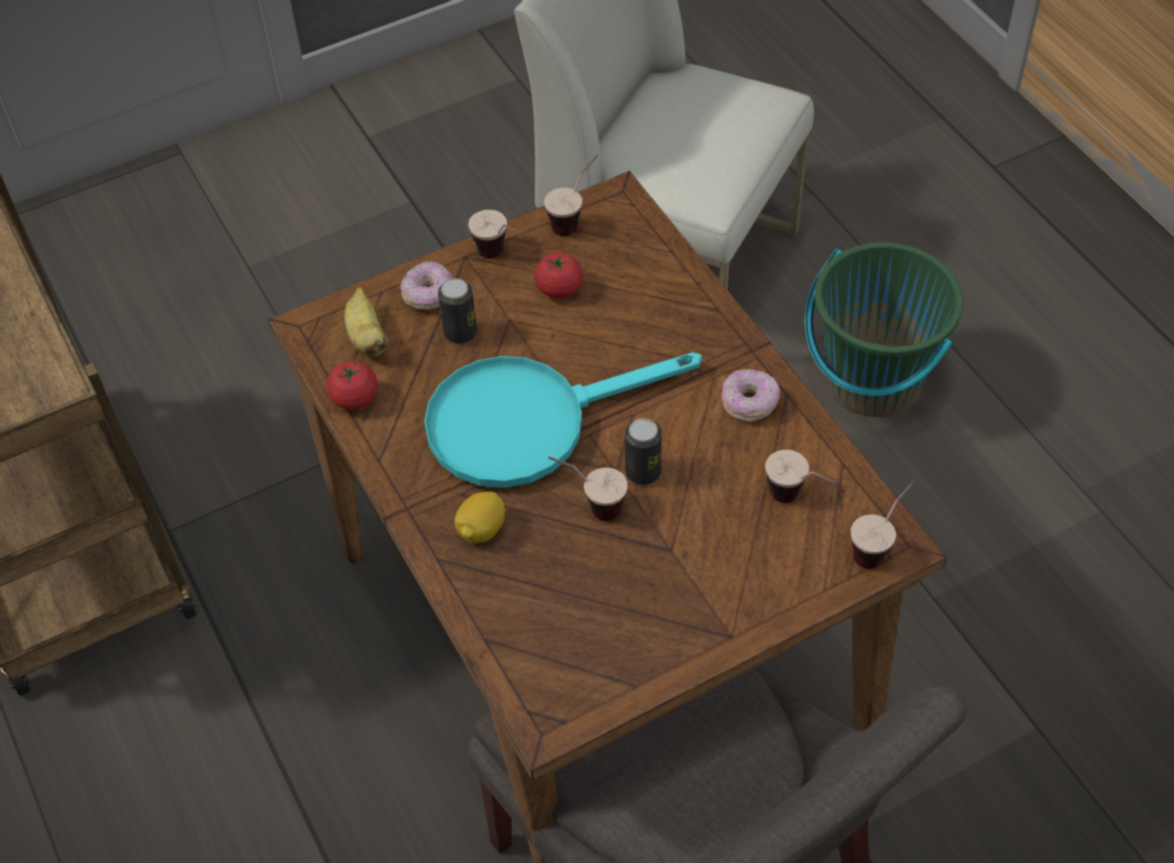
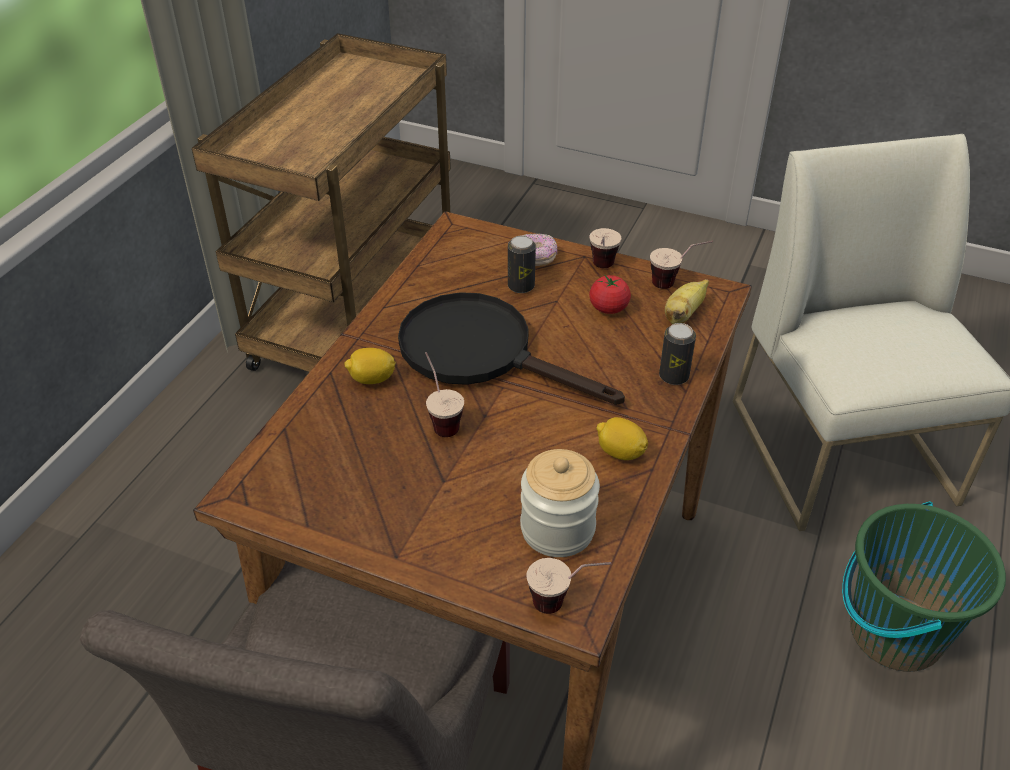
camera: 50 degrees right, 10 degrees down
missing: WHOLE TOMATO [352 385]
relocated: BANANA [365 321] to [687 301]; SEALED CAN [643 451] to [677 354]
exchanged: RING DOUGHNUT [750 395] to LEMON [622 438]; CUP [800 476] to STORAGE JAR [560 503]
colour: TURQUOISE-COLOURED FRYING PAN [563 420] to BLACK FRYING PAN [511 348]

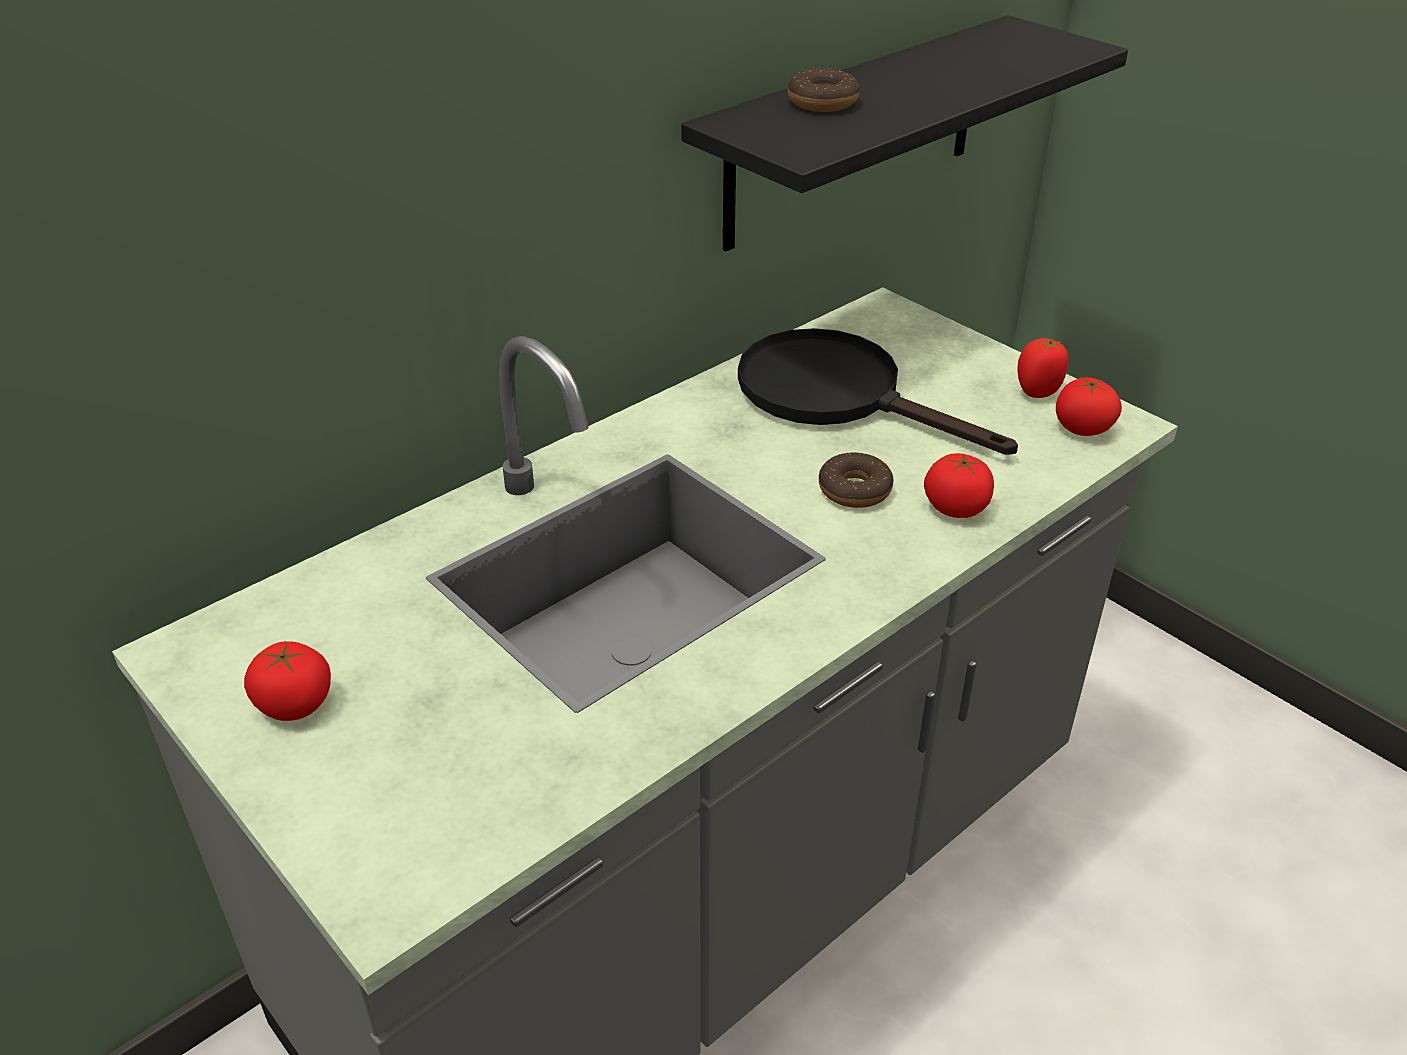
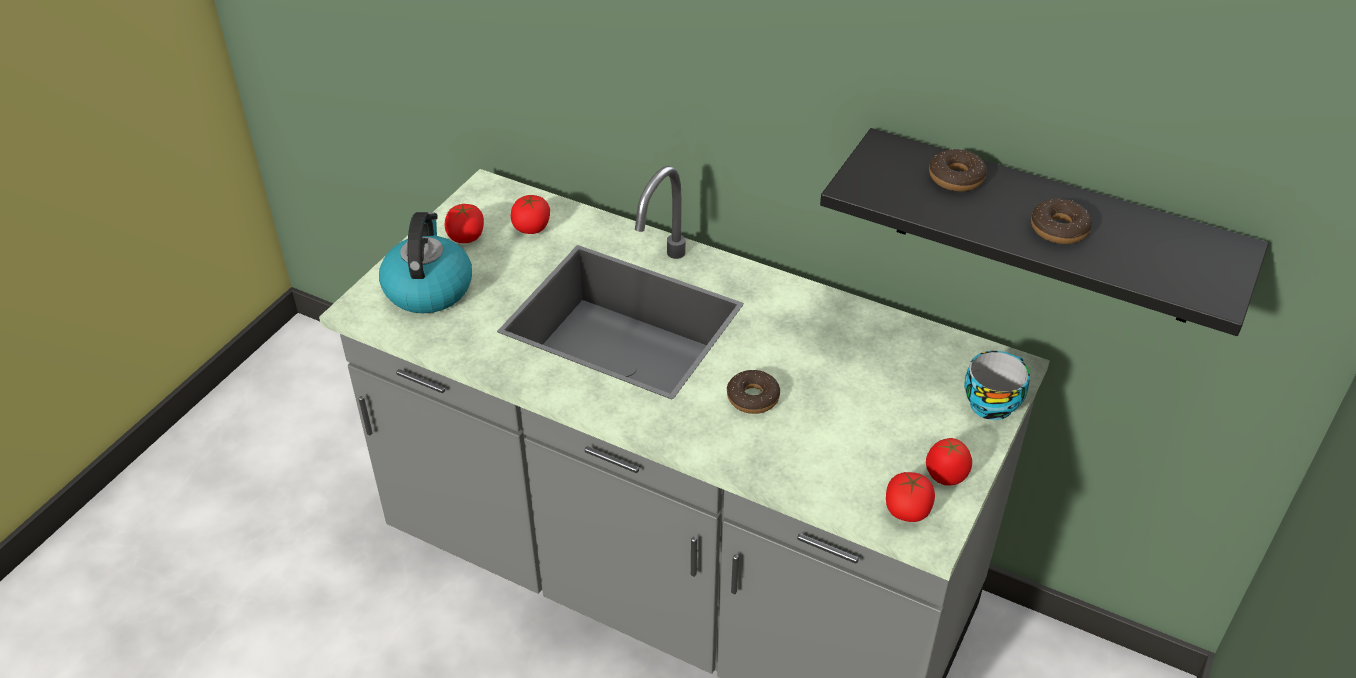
camera: 70 degrees right, 5 degrees up
missing: BLACK FRYING PAN [878 391]
appeared: WATER KETTLE [425 262]; CUP [997 385]; RING DOUGHNUT [1061 221]
relocated: WHOLE TOMATO [959 485] to [530 214]

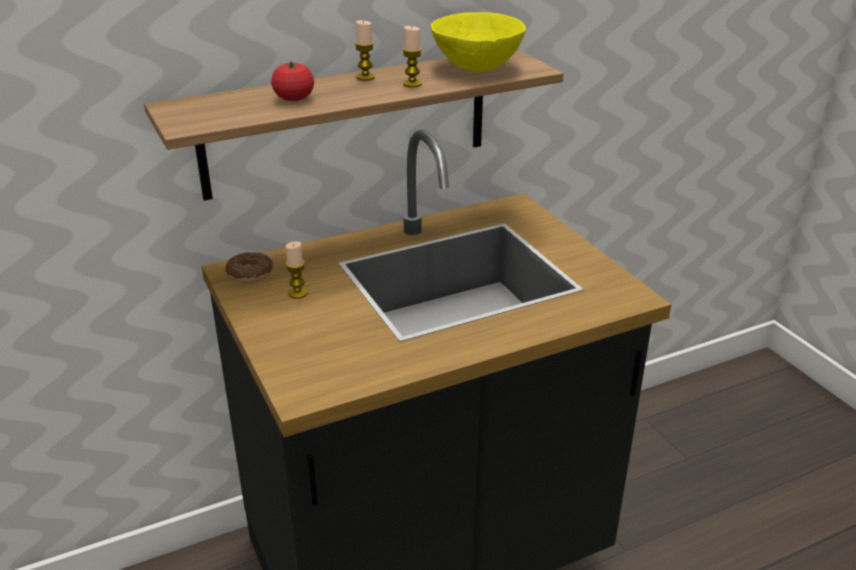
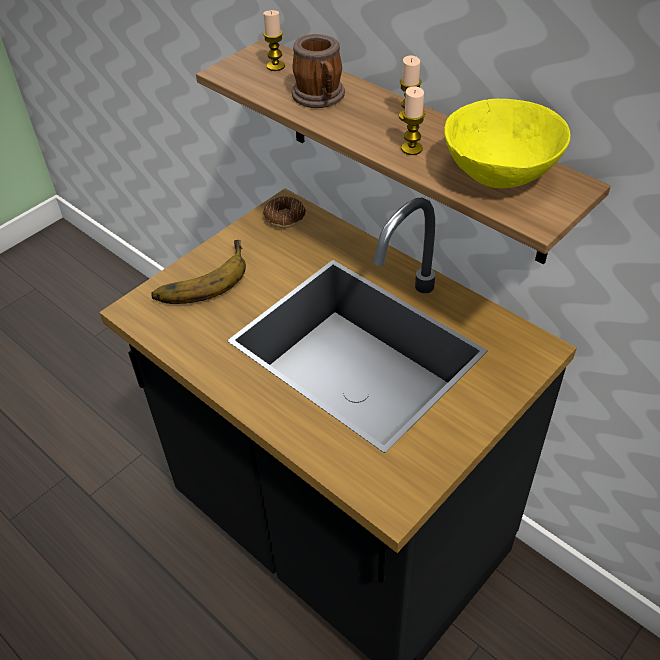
camera: 70 degrees right, 15 degrees up
appeared: BANANA [198 272]
relocated: WAX LIGHT [296 270] to [274 40]
exchanged: WHOLE TOMATO [292 81] to MUG [318 71]

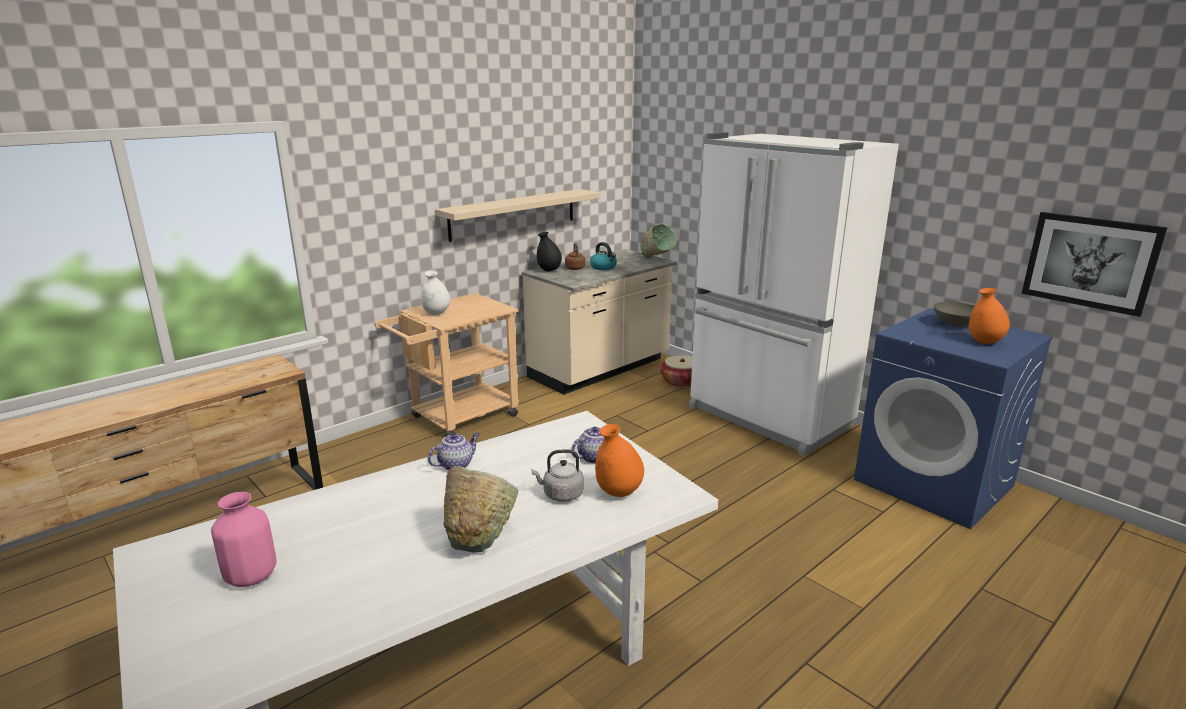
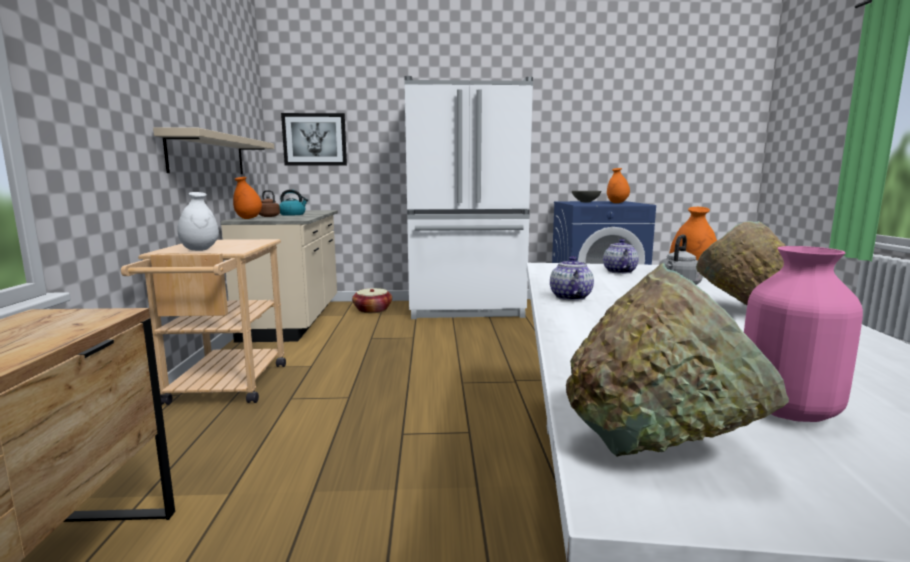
camera: 50 degrees left, 10 degrees down
relocated: GREEN SERVING BOWL [659 240] to [677 360]; WALL ART [1095 264] to [314 139]
colour: BLACK DECORATIVE VASE [549 252] to ORANGE DECORATIVE VASE [247 198]

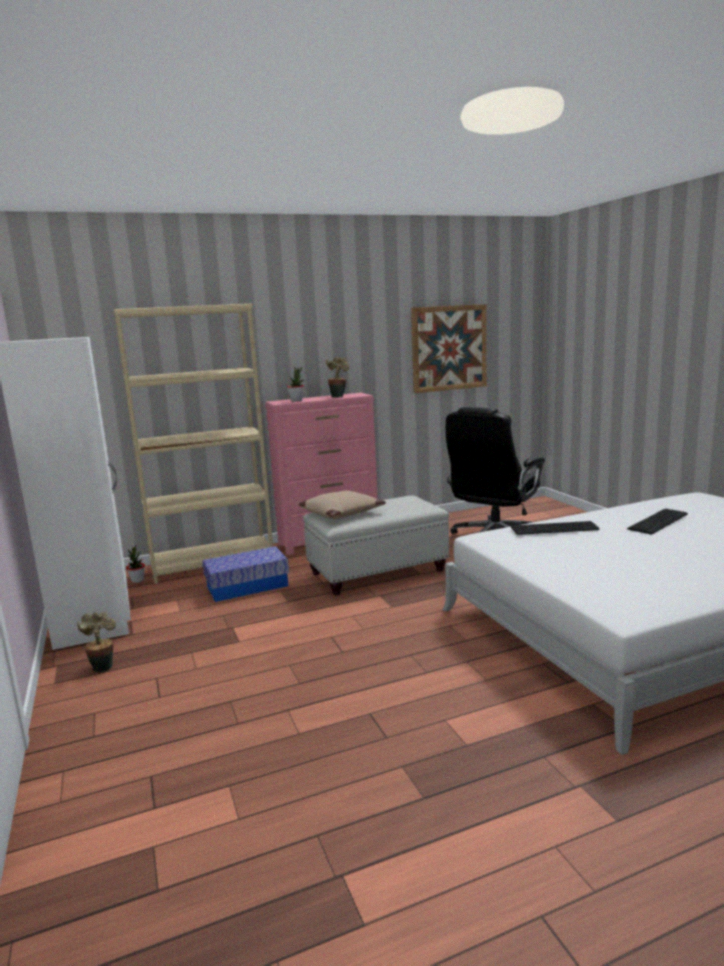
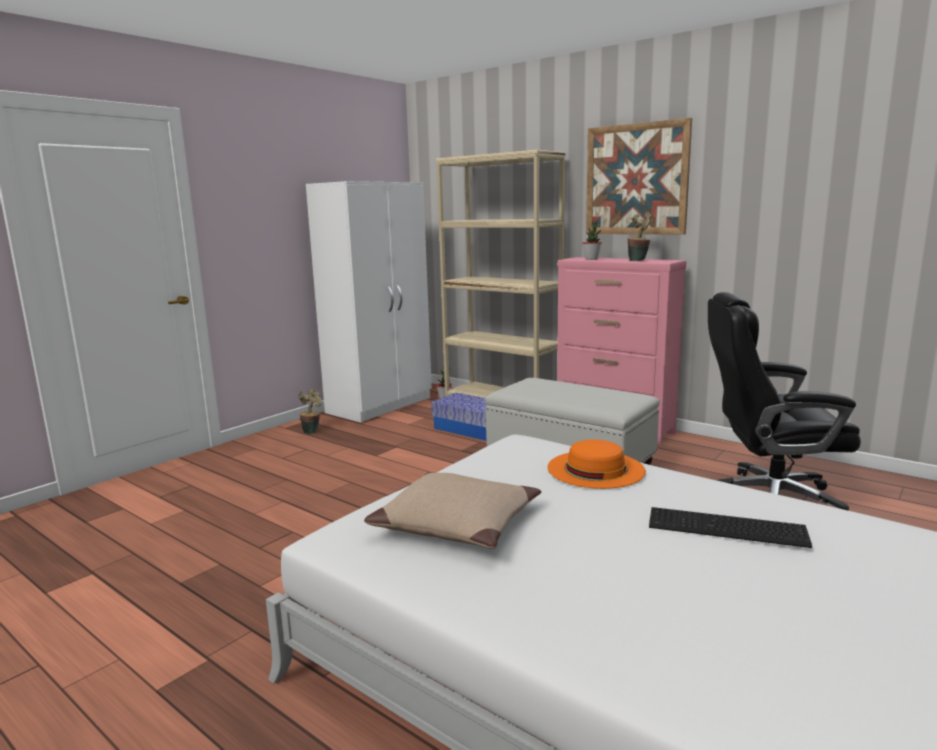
camera: 60 degrees right, 0 degrees up
relocated: BEIGE-COLOURED THROW PILLOW [342 505] to [452 510]; WALL ART [449 348] to [639 176]
exchanged: KEYBOARD [555 528] to ORANGE HAT [597 464]

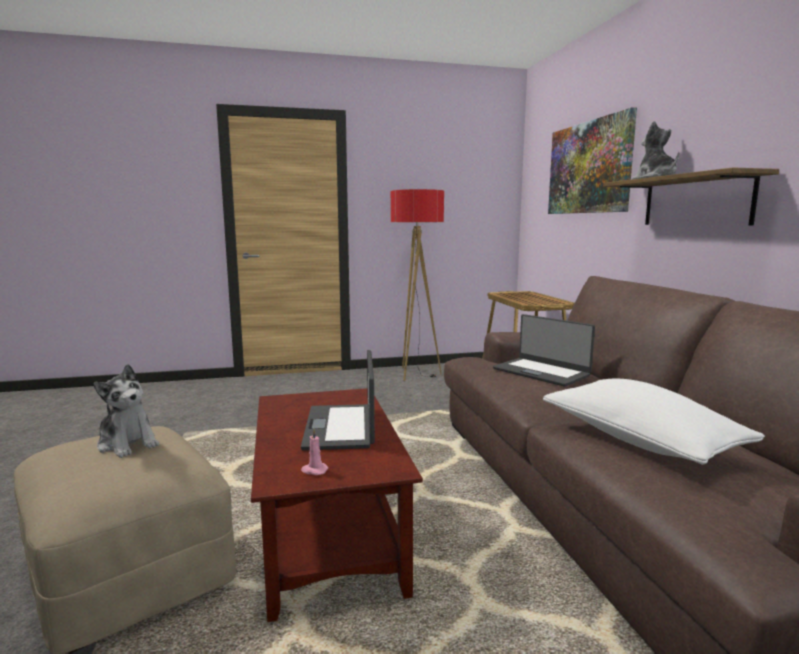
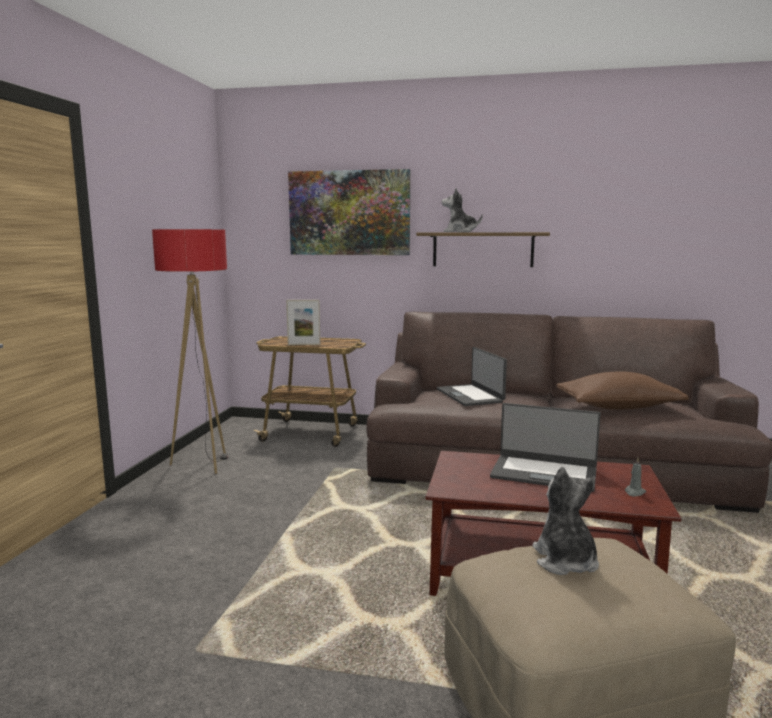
camera: 65 degrees left, 0 degrees up
appeared: PICTURE FRAME [303 322]
colour: PINKISH WAX LIGHT [315 452] to GREY WAX LIGHT [635 477]; WHITE-COLOURED THROW PILLOW [654 422] to BROWN THROW PILLOW [622 390]
spun: PLUSH TOY [126 411] = [565 521] 75 degrees counterclockwise; LAPTOP [544 350] = [472 376] 90 degrees clockwise

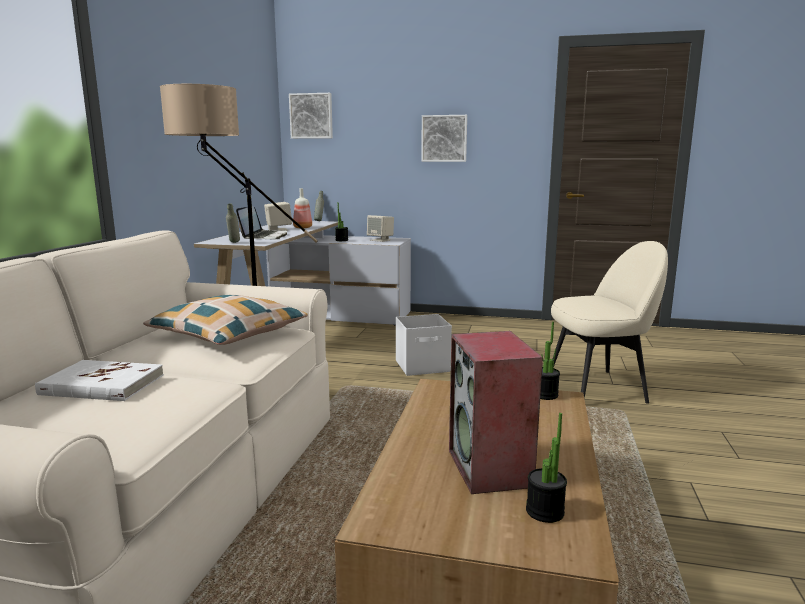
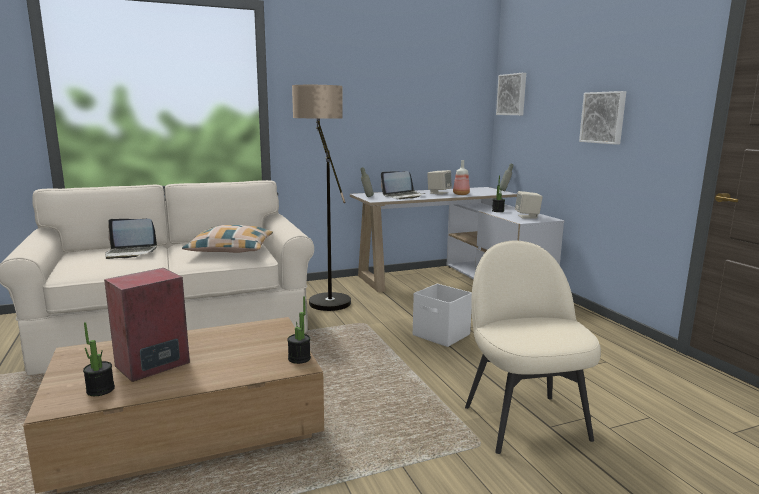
camera: 55 degrees right, 0 degrees up
exchanged: WHITE-COLOURED VOLUME [99 380] to LAPTOP [131 239]
spun: BEIGE-COLOURED UPRIGHT CHAIR [609 322] = [533 347] 150 degrees counterclockwise

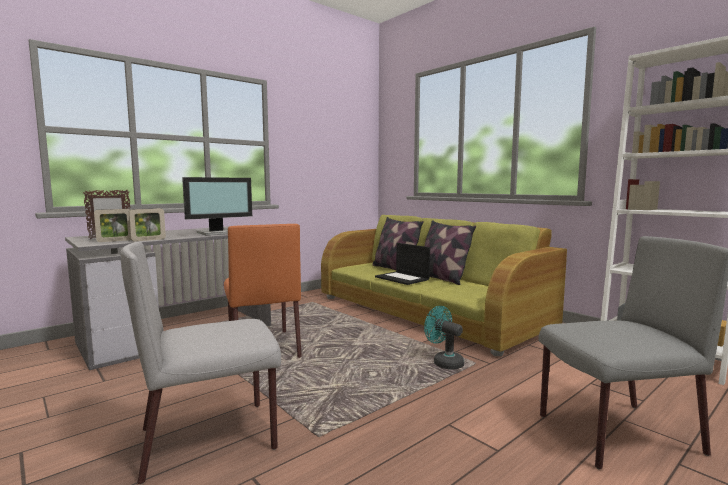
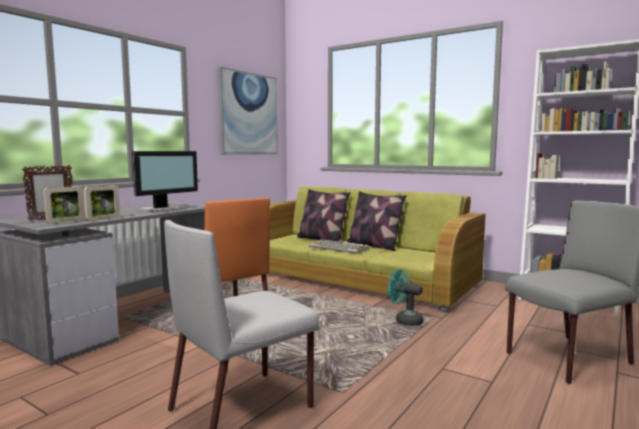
camera: 15 degrees left, 0 degrees up
appeared: WALL ART [248 111]
exchanged: LAPTOP [402 264] to KEYBOARD [339 246]

